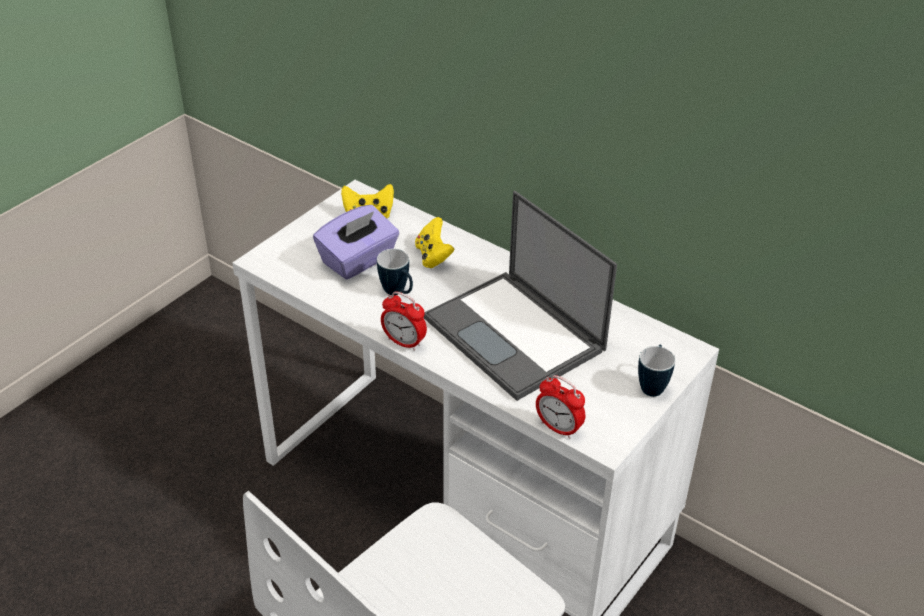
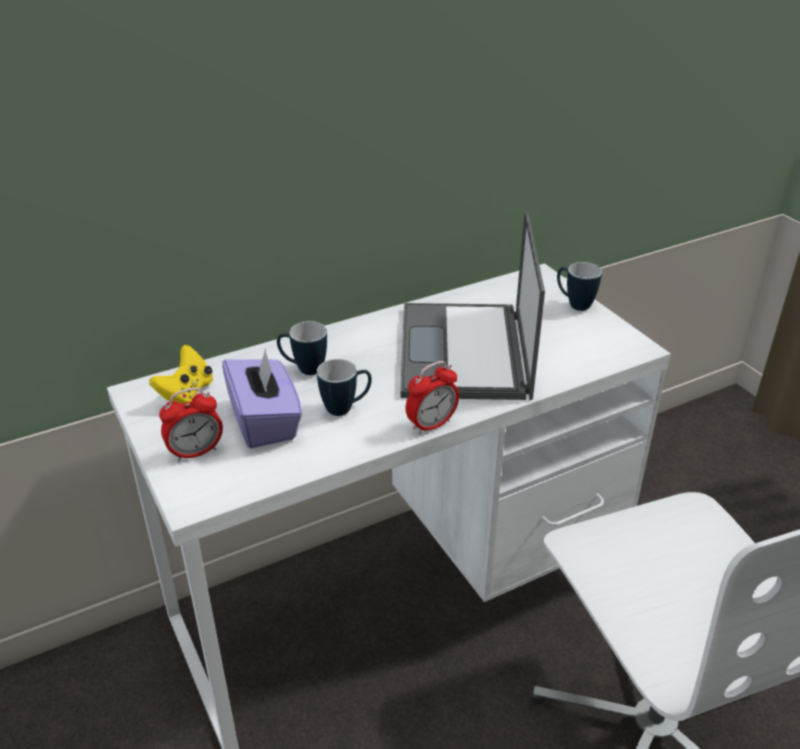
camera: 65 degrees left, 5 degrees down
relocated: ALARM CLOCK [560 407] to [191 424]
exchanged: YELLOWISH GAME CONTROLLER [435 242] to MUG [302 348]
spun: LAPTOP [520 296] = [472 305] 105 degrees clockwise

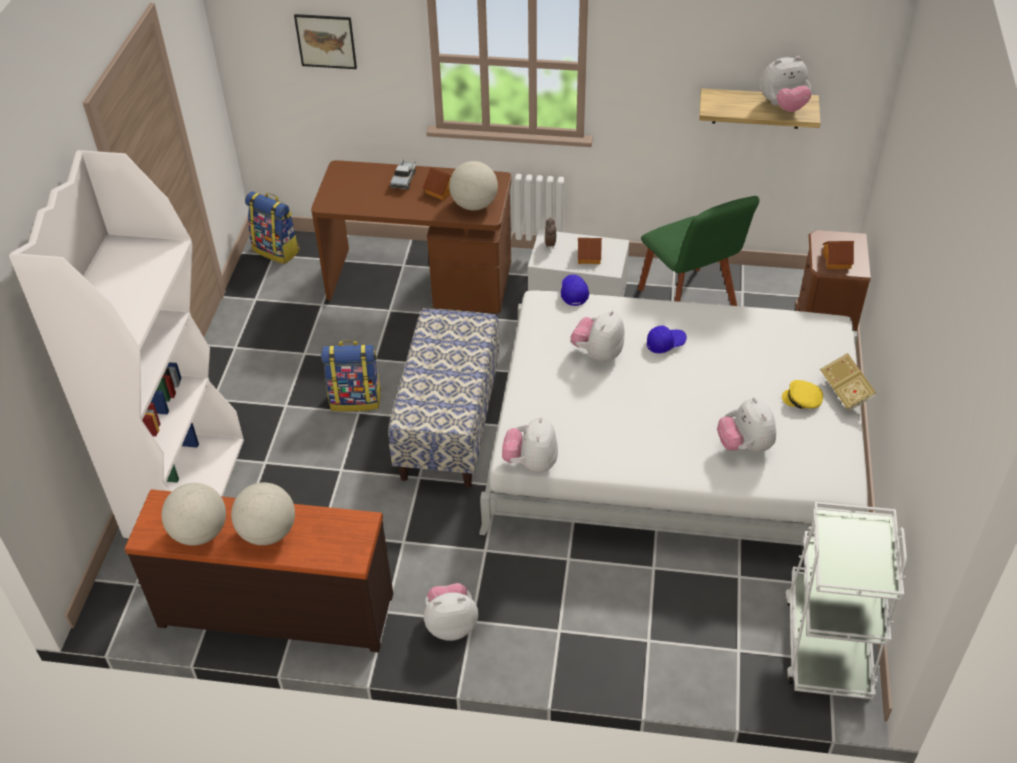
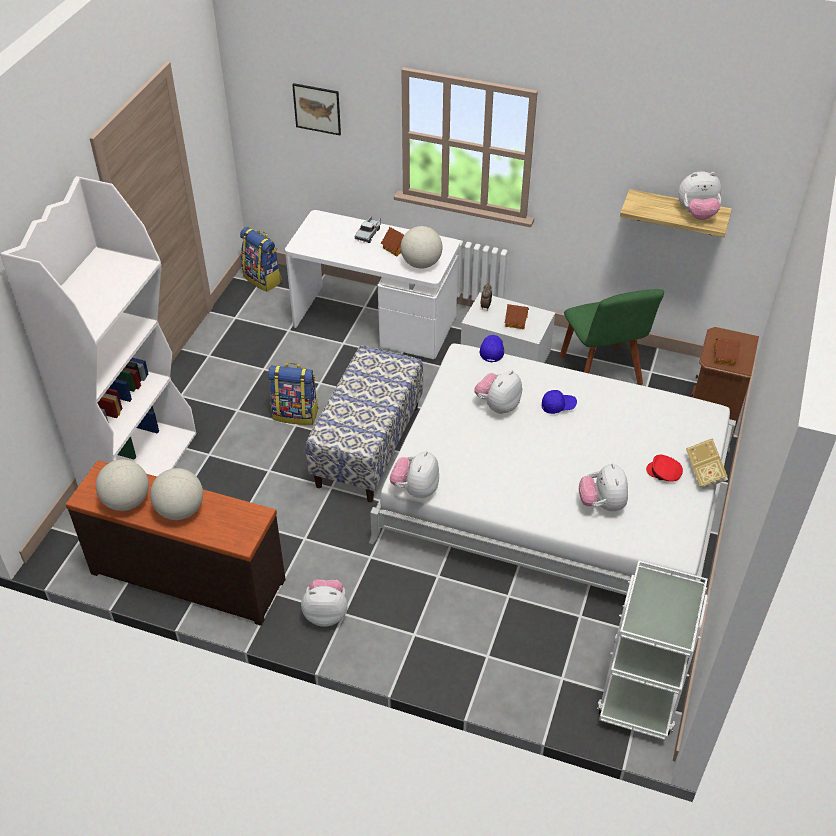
camera: 10 degrees right, 0 degrees up
colour: BROWN DESK TABLE [411 236] to WHITE-COLOURED DESK TABLE [372 284]; YELLOWISH PEAKED CAP [802 394] to REDDISH PEAKED CAP [664 468]

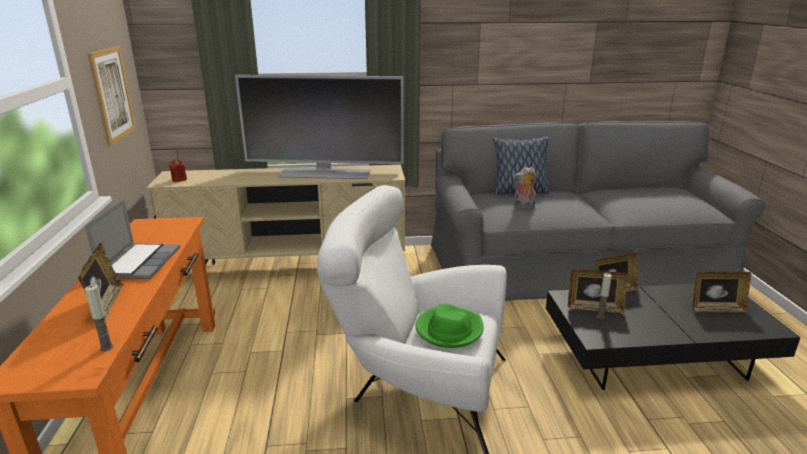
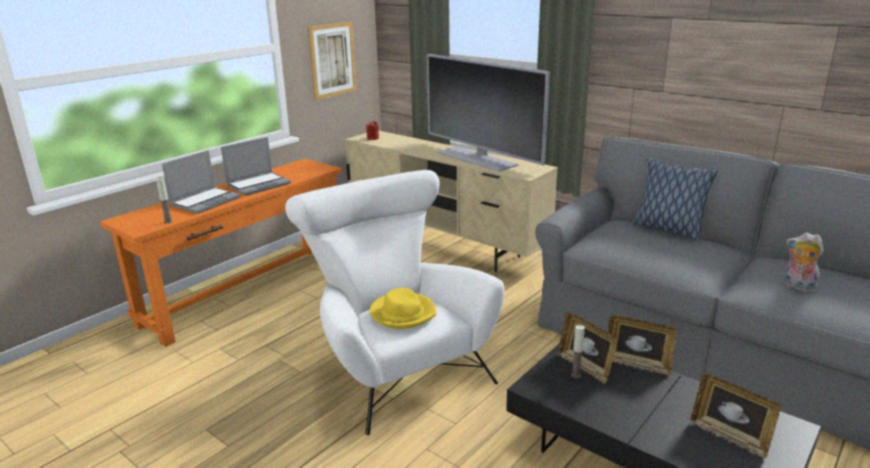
camera: 45 degrees right, 0 degrees up
relocated: PLUSH TOY [525 188] to [804 262]
exchanged: PICTURE FRAME [101 281] to LAPTOP [201 182]
colour: GREEN HAT [449 326] to YELLOWISH HAT [403 308]

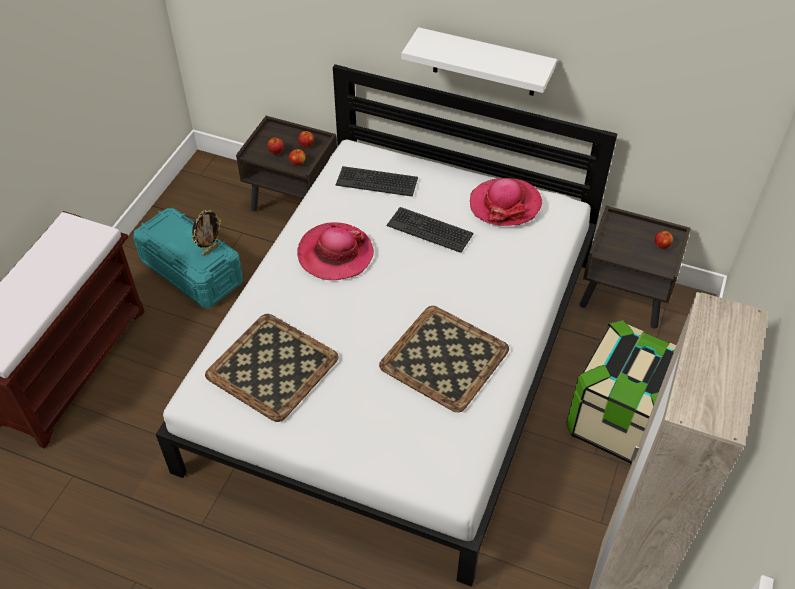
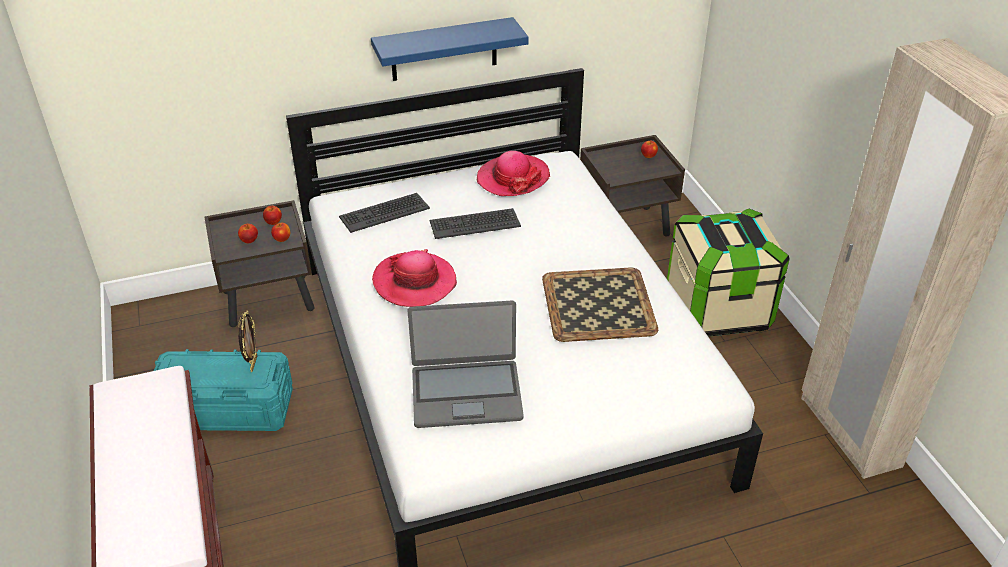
camera: 40 degrees left, 10 degrees down
exchanged: SERVING TRAY [272 368] to LAPTOP [465 364]
colour: WHITE-COLOURED BRACKET SHELF [479 61] to BLUE BRACKET SHELF [450 49]

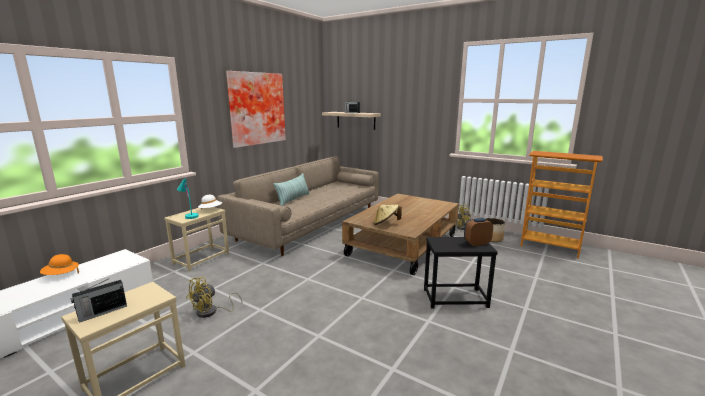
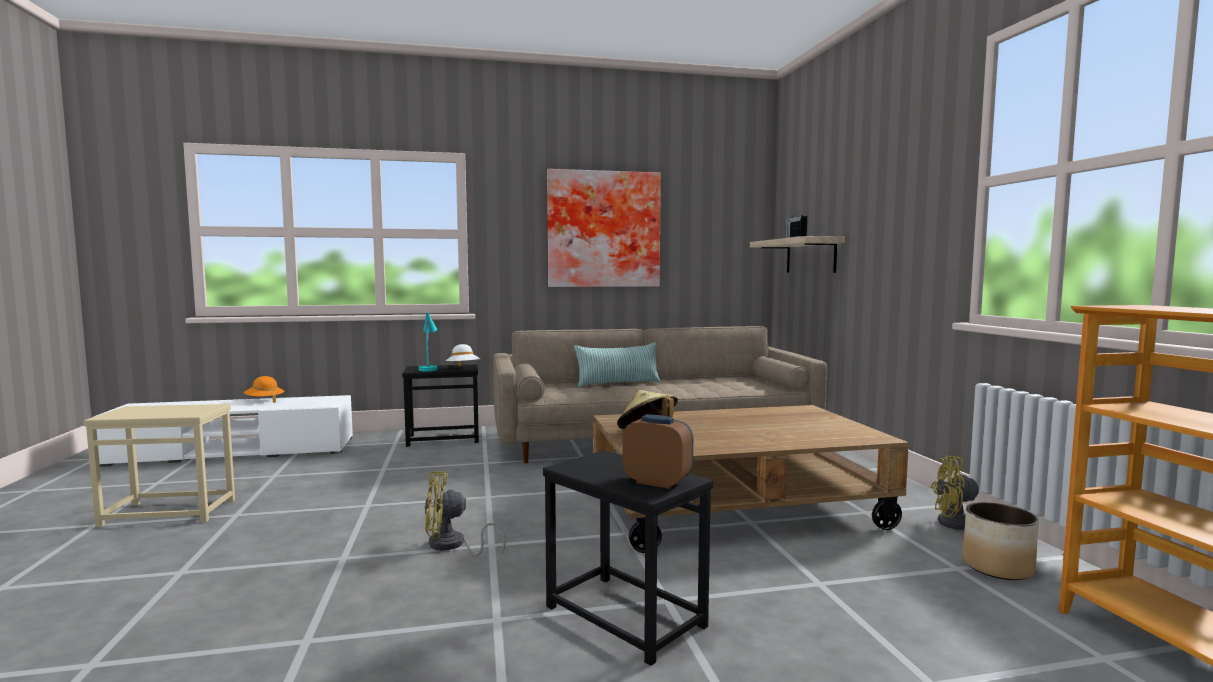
camera: 45 degrees right, 10 degrees down
missing: RADIO SET [99 301]
relocated: YELLOWISH FAN [214 297] to [465 513]
colour: BEIGE-COLOURED SIDE TABLE [196 239] to BLACK SIDE TABLE [440 405]

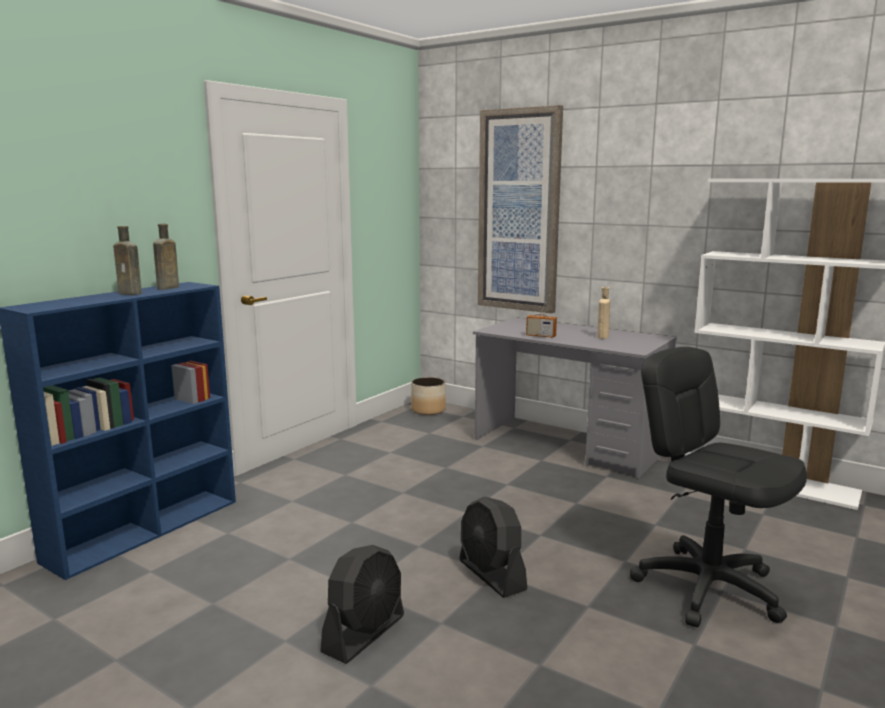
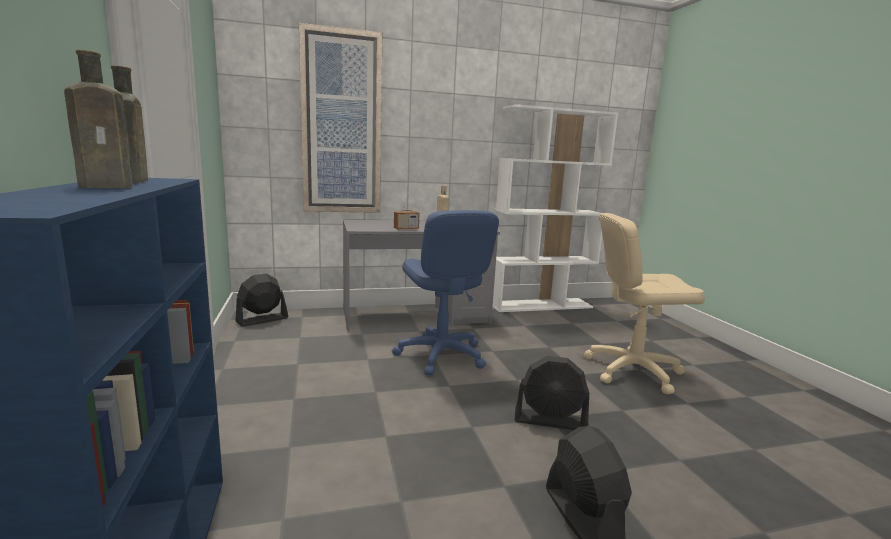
camera: 50 degrees left, 0 degrees up
appeared: BLUE OFFICE CHAIR [445 292]
exchanged: FLOWER POT [428 396] to BLACK FAN [261 300]
colour: BLACK OFFICE CHAIR [718 487] to BEIGE-COLOURED OFFICE CHAIR [644 303]

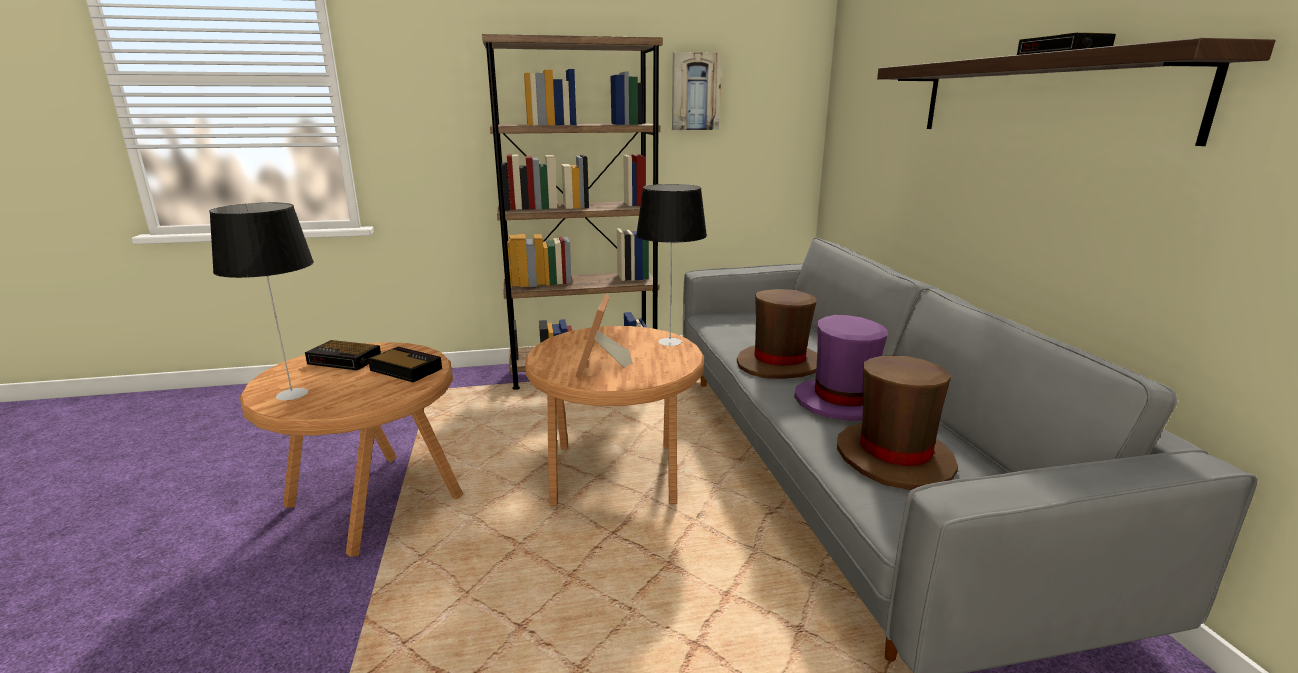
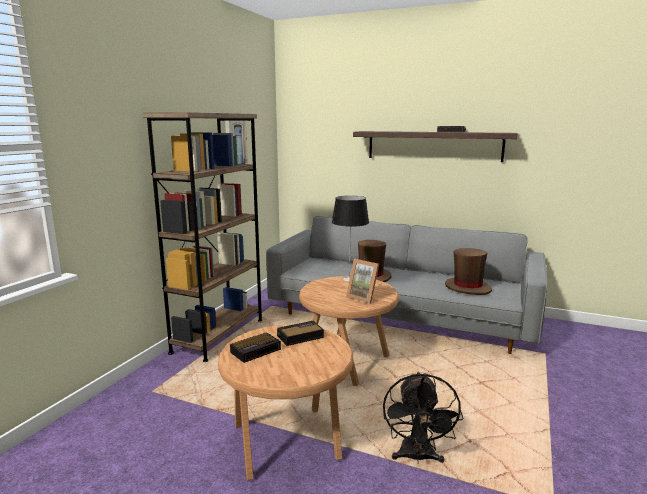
camera: 55 degrees left, 5 degrees down
missing: TABLE LAMP [261 301]; PURPLISH HAT [841 368]
appeared: BLACK FAN [423 418]

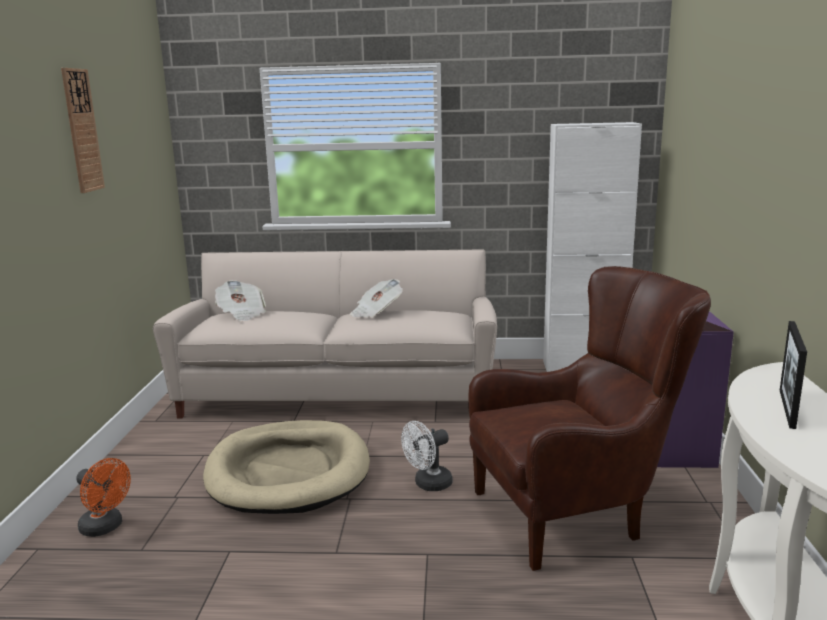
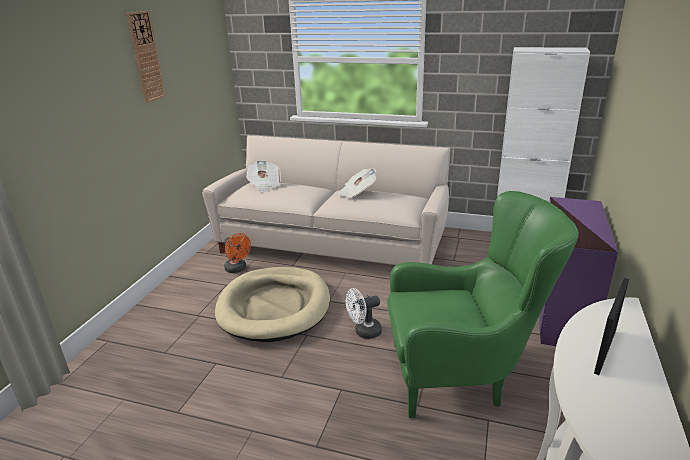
camera: 15 degrees right, 10 degrees up
relocated: ORANGE FAN [103 497] to [237 253]
colour: BROWN ARMCHAIR [589 418] to GREEN ARMCHAIR [483 304]

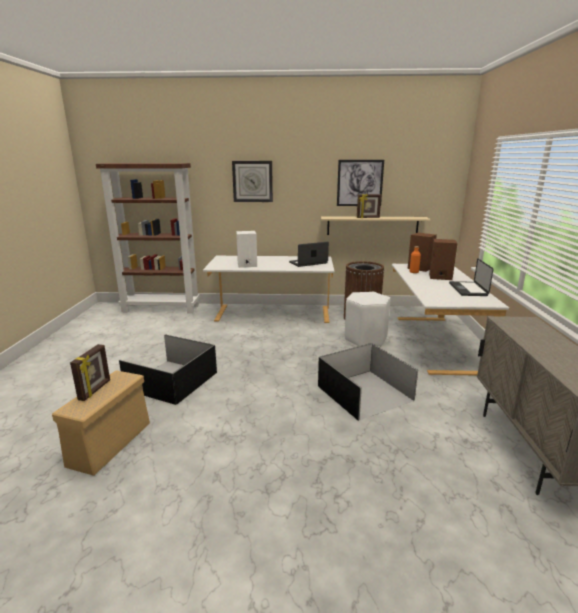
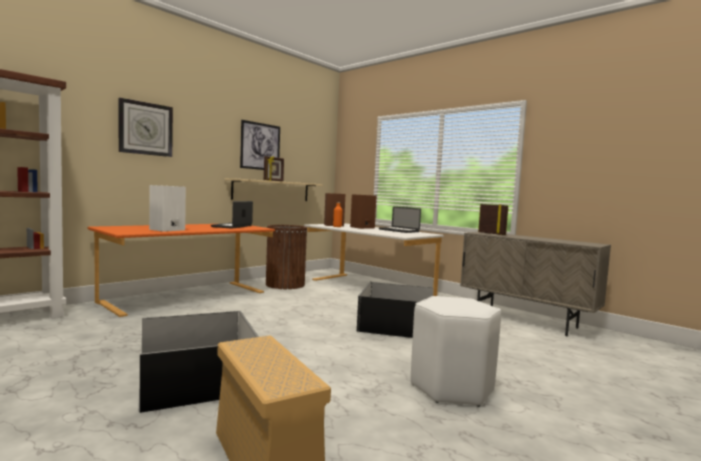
camera: 50 degrees left, 15 degrees down
relocated: PICTURE FRAME [90 372] to [493 219]; WHITE-COLOURED SITTING STOOL [367 319] to [456 351]
colour: WHITE-COLOURED DESK TABLE [269 289] to ORANGE DESK TABLE [181 270]

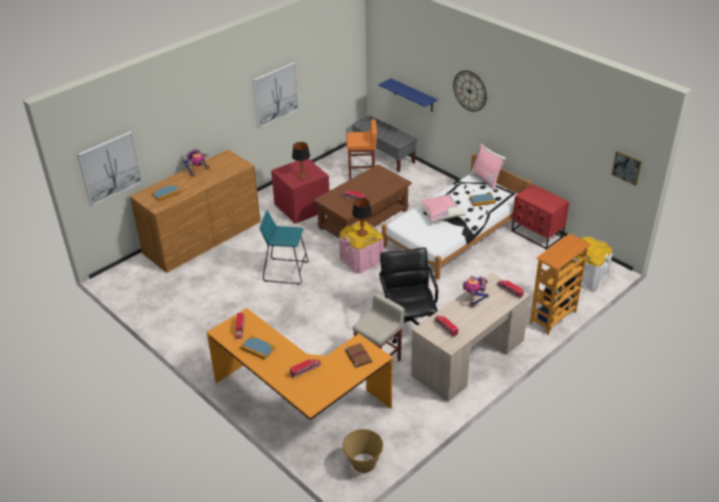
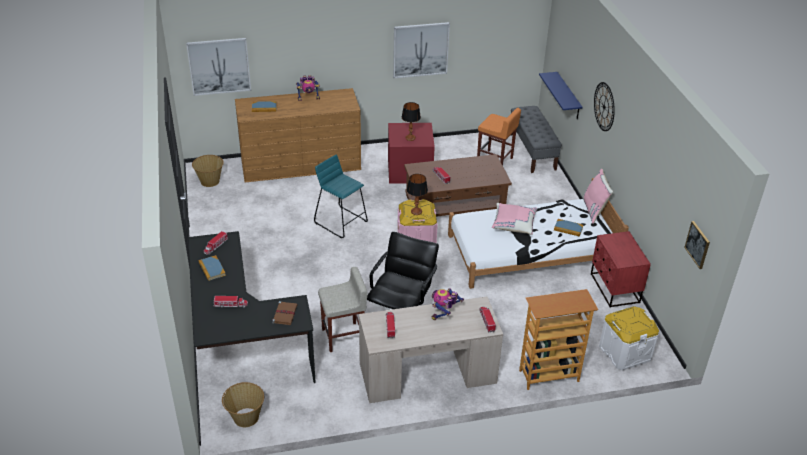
camera: 30 degrees right, 0 degrees up
appeared: HOUSEHOLD BASKET [208 171]
colour: ORANGE DESK TABLE [299 364] to BLACK DESK TABLE [252 307]

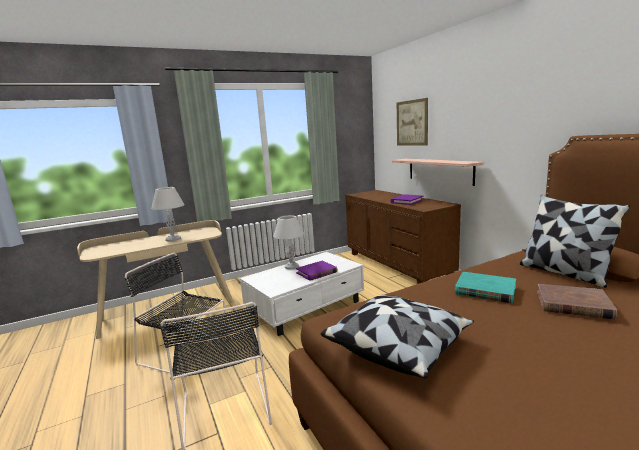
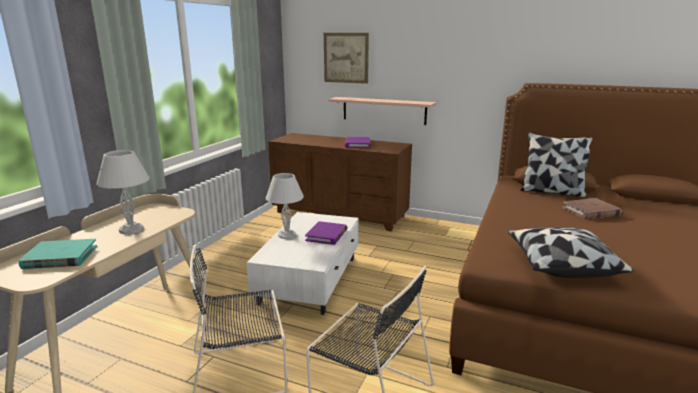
camera: 40 degrees left, 5 degrees up
relocated: TURQUOISE-COLOURED VOLUME [485 287] to [58 254]

